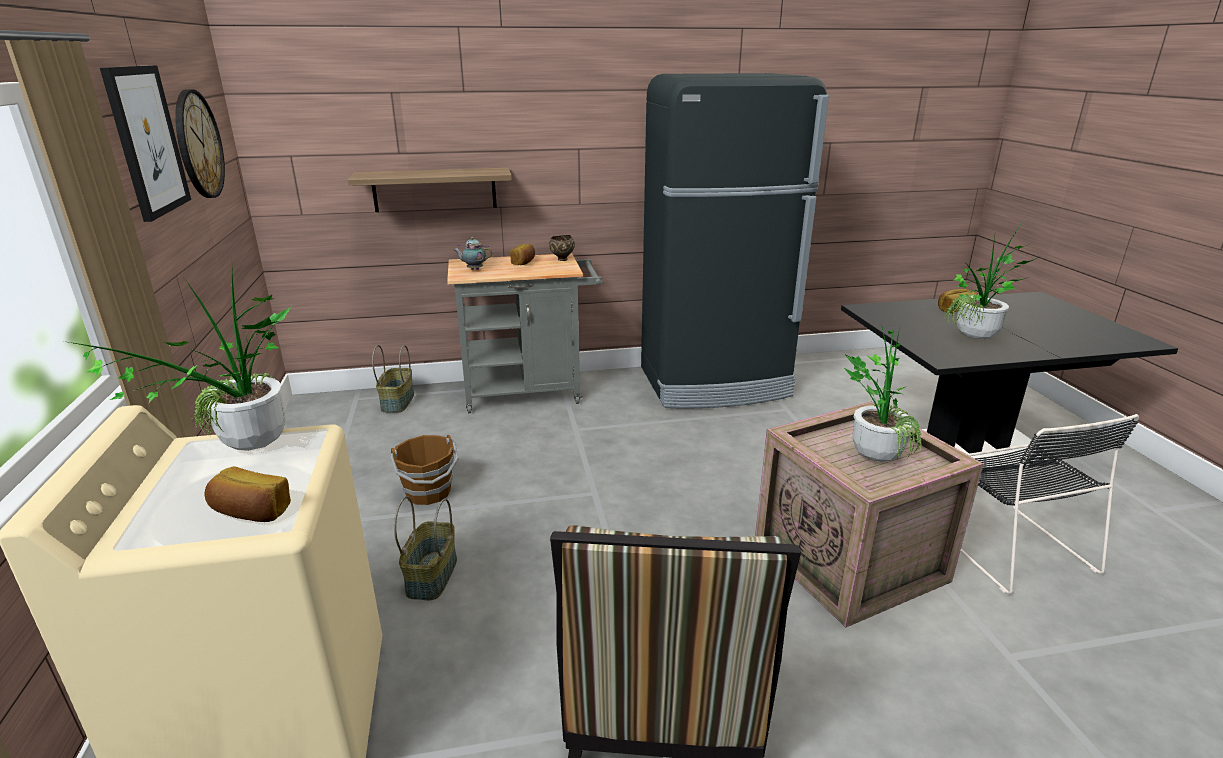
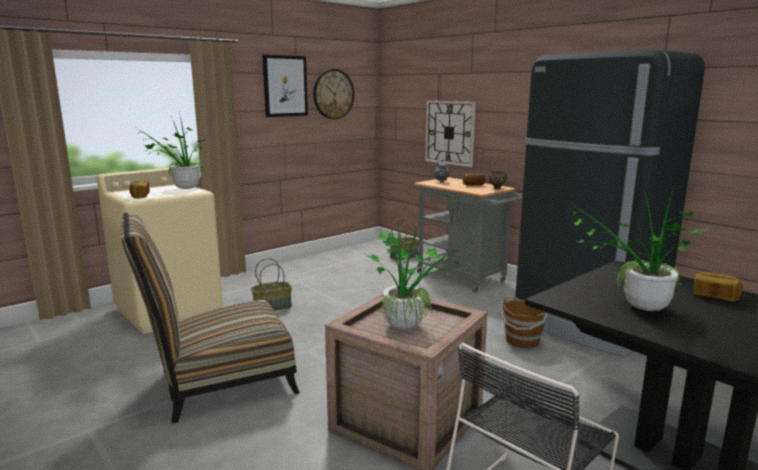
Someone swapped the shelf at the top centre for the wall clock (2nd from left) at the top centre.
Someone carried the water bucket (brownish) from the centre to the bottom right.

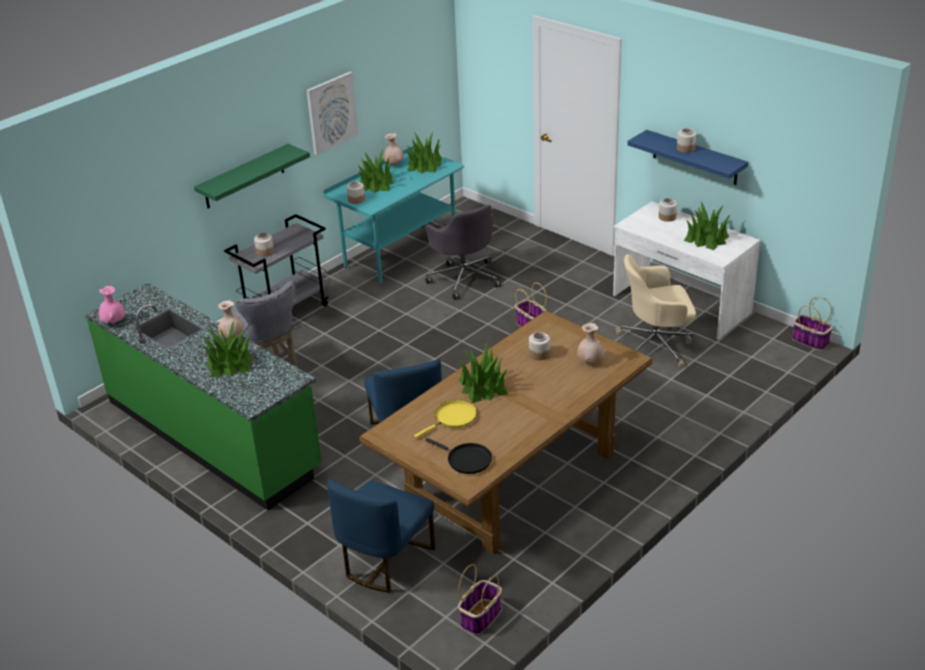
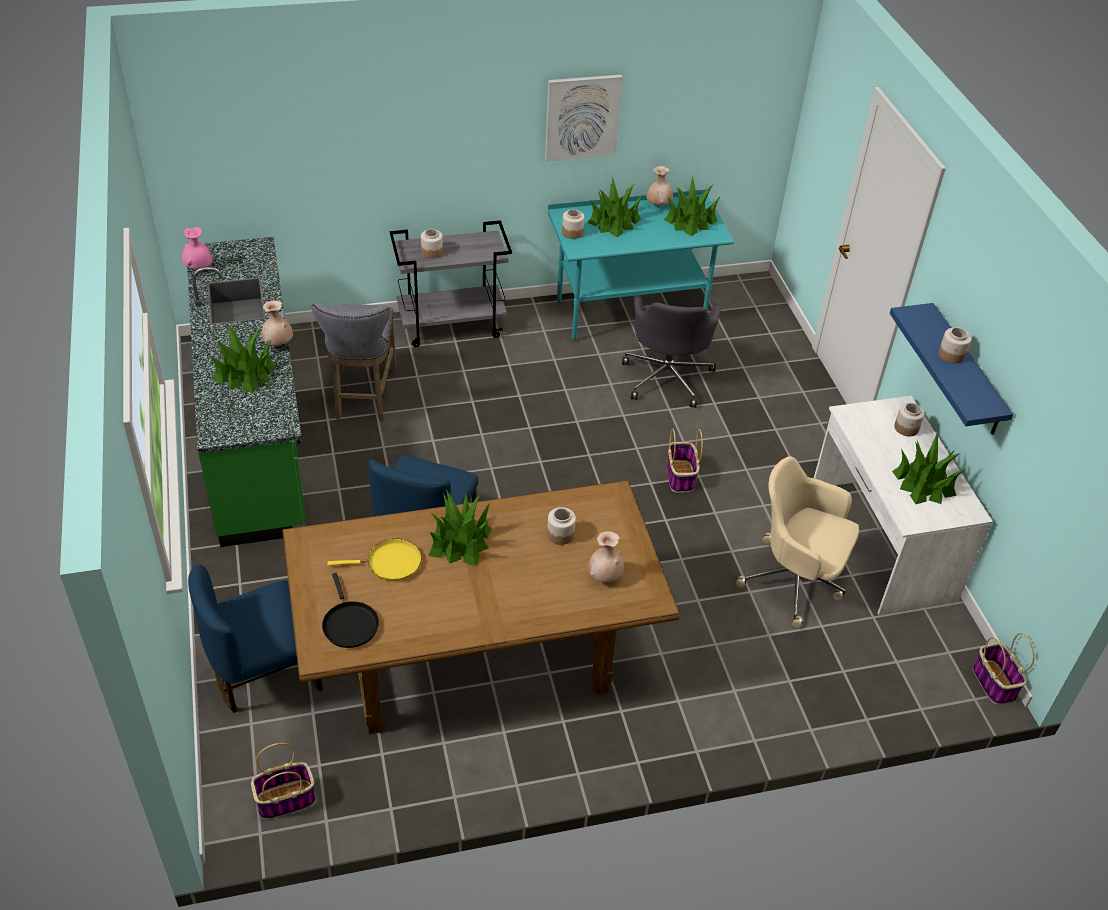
Someone took away the shelf (green) at the top left.

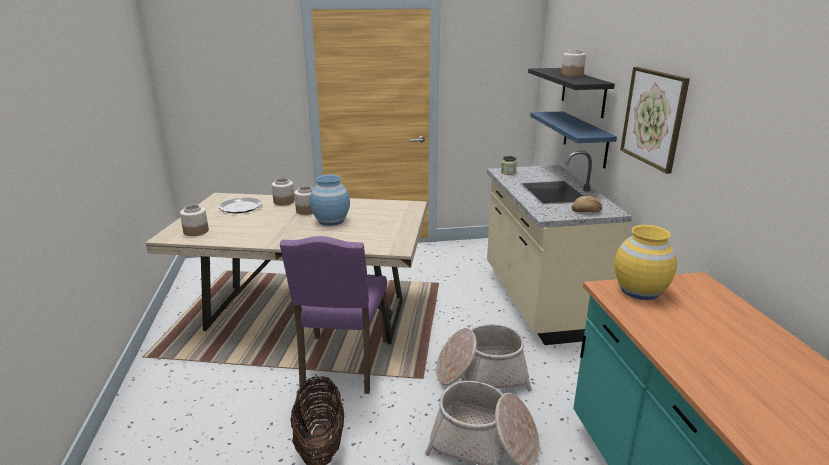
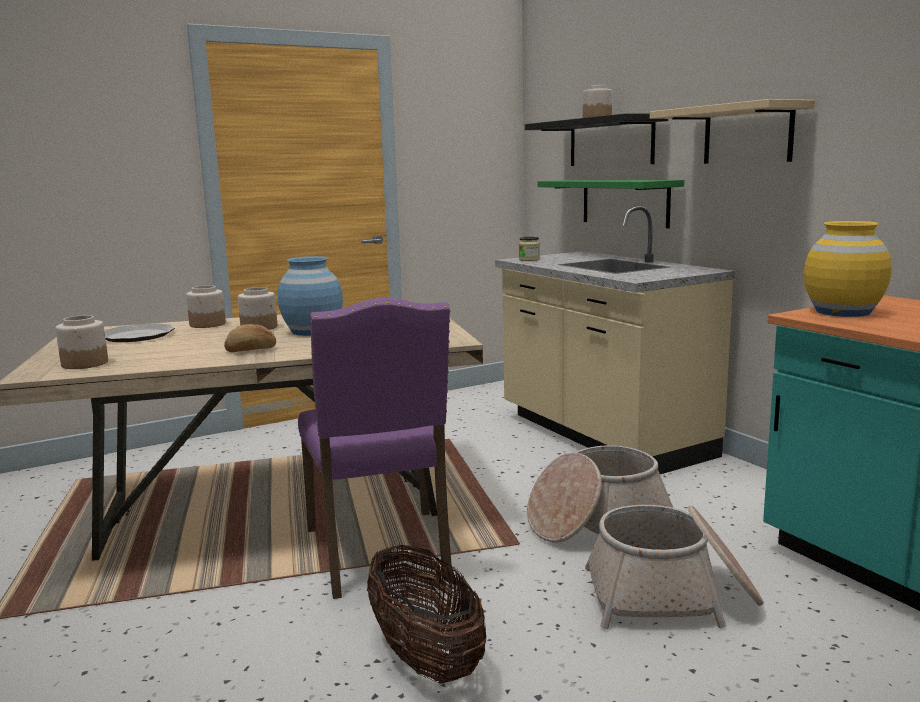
Someone swapped the wall picture at the top right for the shelf (beige) at the top right.
Someone repainted the shelf (bluish) at the top right, which became the shelf (green) at the top centre.
Someone carried the bread from the middle right to the middle left.

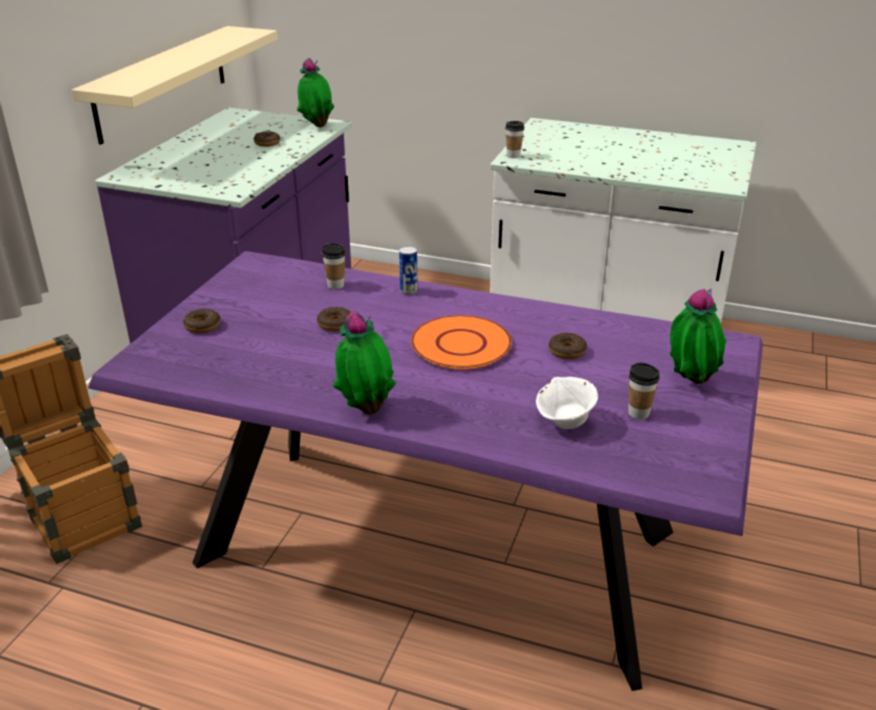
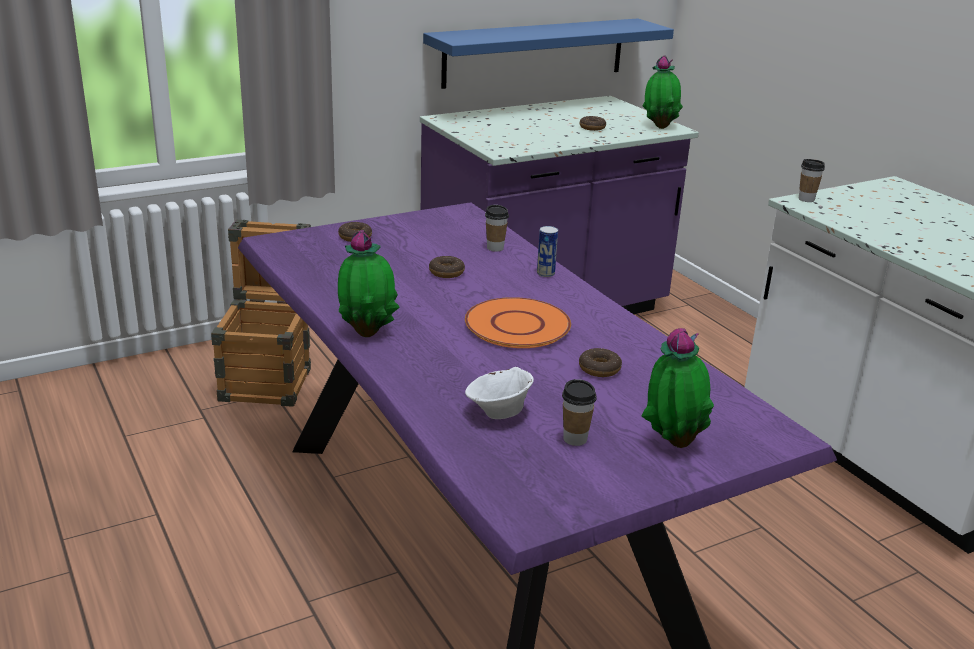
Someone repainted the shelf (beige) at the top left, which became the shelf (bluish) at the top centre.

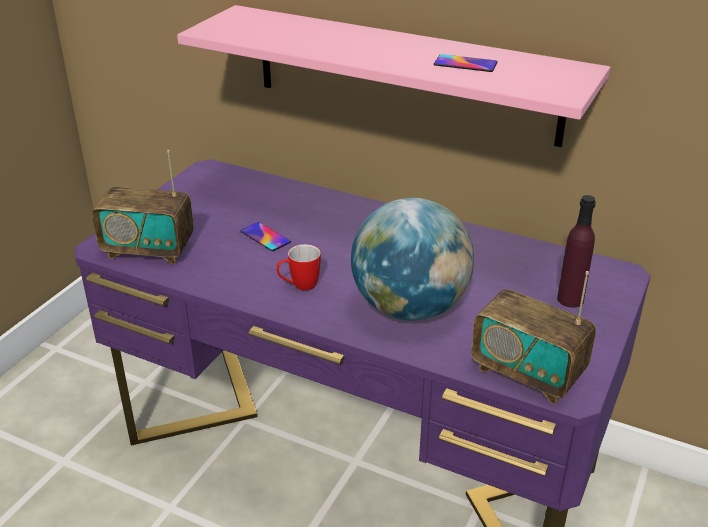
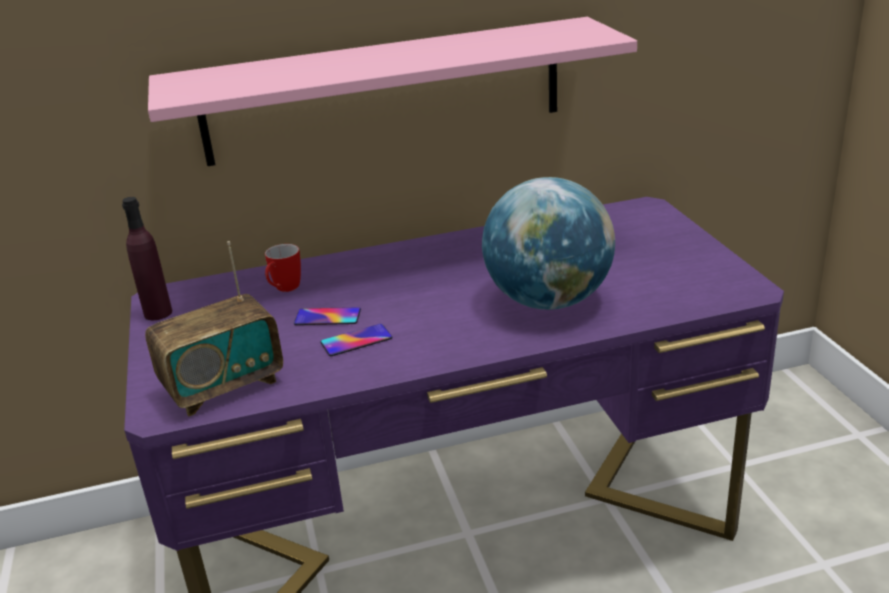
Someone carried the telephone (2nd from left) from the top centre to the centre.
Someone carried the bottle (purple) from the middle right to the middle left.
Someone carried the tea mug from the centre to the middle left.
Someone took away the radio receiver (2nd from left) at the middle right.

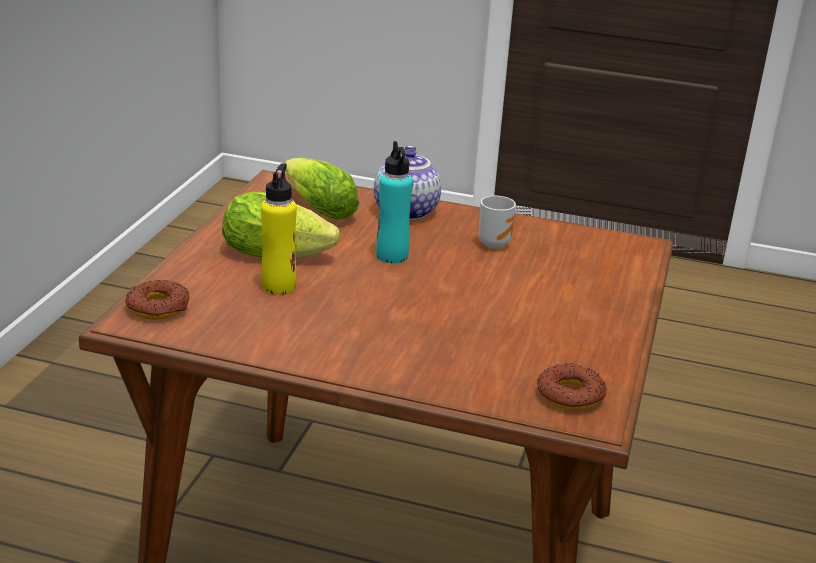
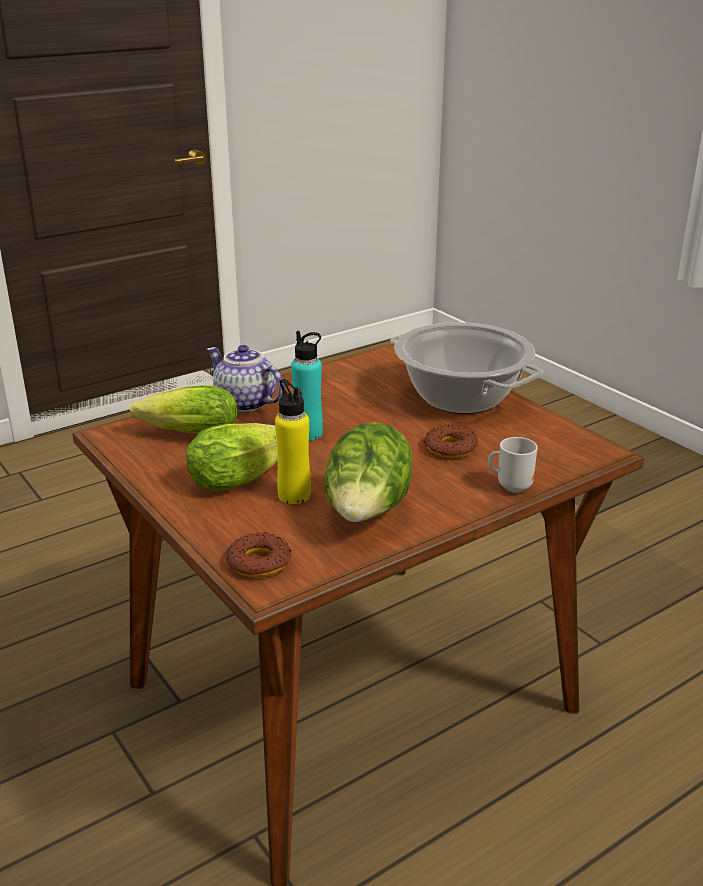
Someone carried the tea mug from the centre to the middle right.
Someone carried the doughnut (2nd from left) from the bottom right to the centre.
Someone put down the cooking pot at the centre.
Someone put down the lettuce head (3rd from left) at the centre.

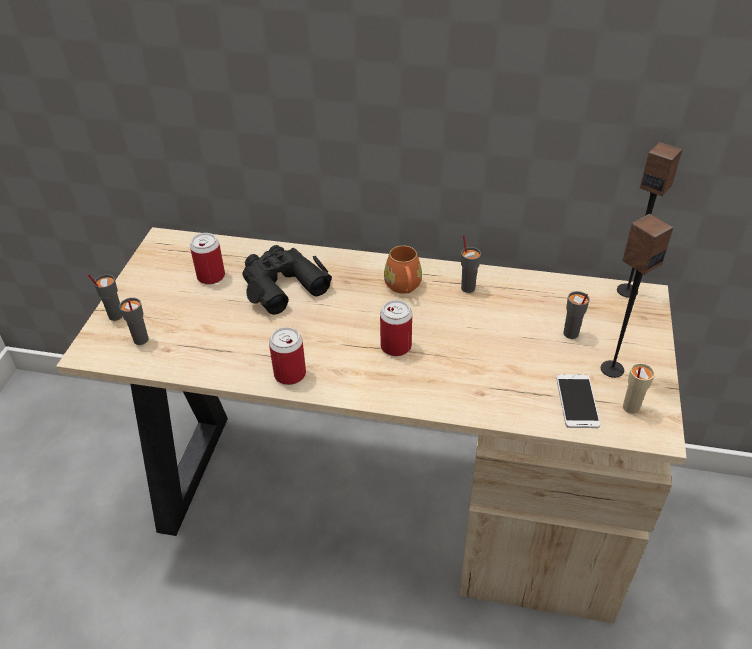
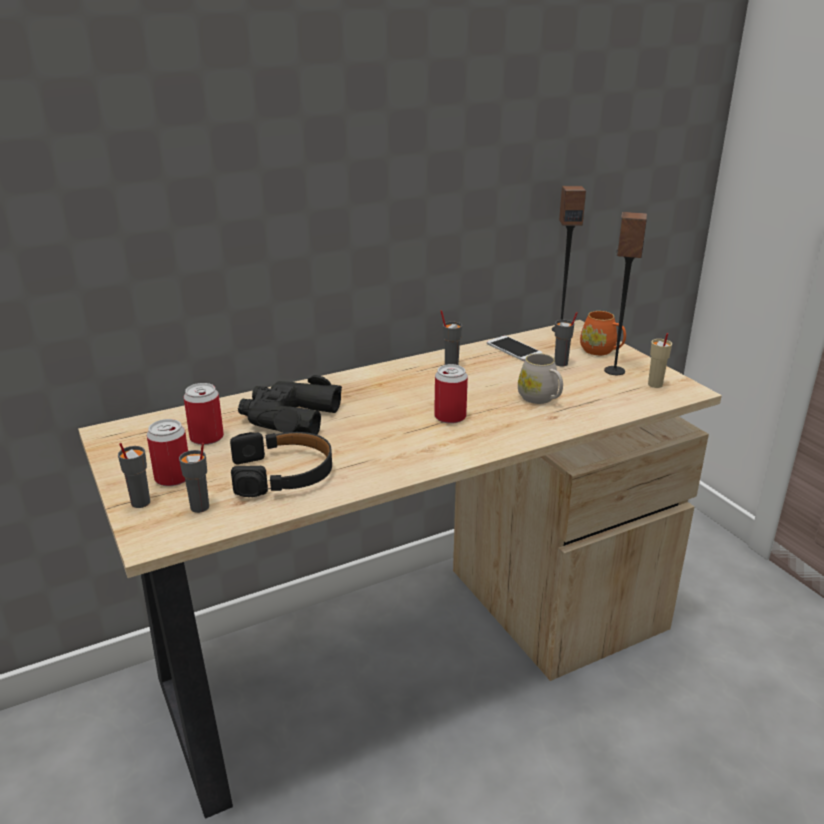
Someone carried the tea mug (orange) from the centre to the middle right.
Someone carried the can (2nd from left in the first image) from the centre to the middle left.
Someone carried the telephone from the middle right to the centre.
Someone put down the tea mug (white) at the centre.
Someone put down the headphones (blackish) at the centre.

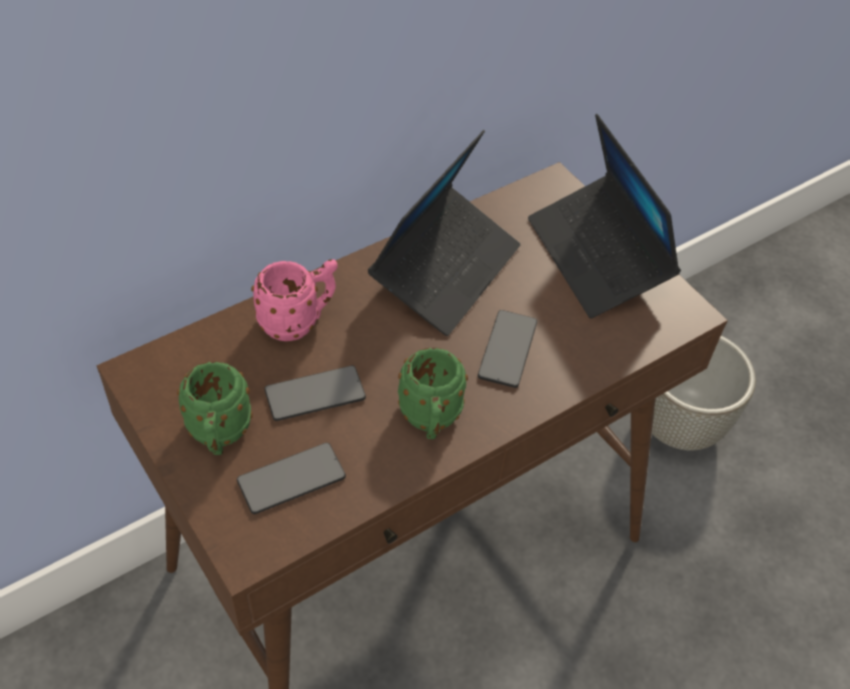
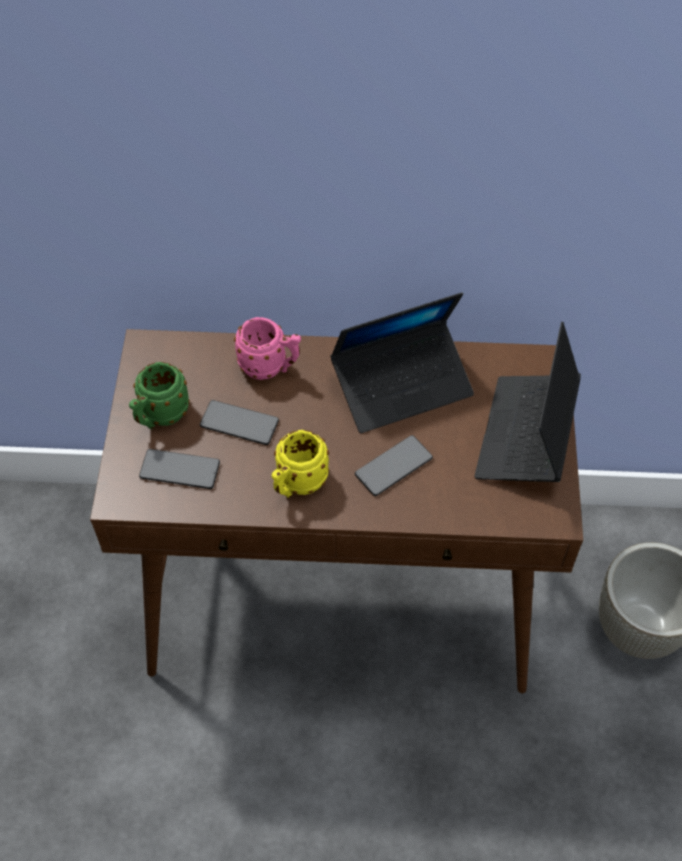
Someone repainted the tea mug (green) (2nd from left) at the centre, which became the tea mug (yellow) at the centre.

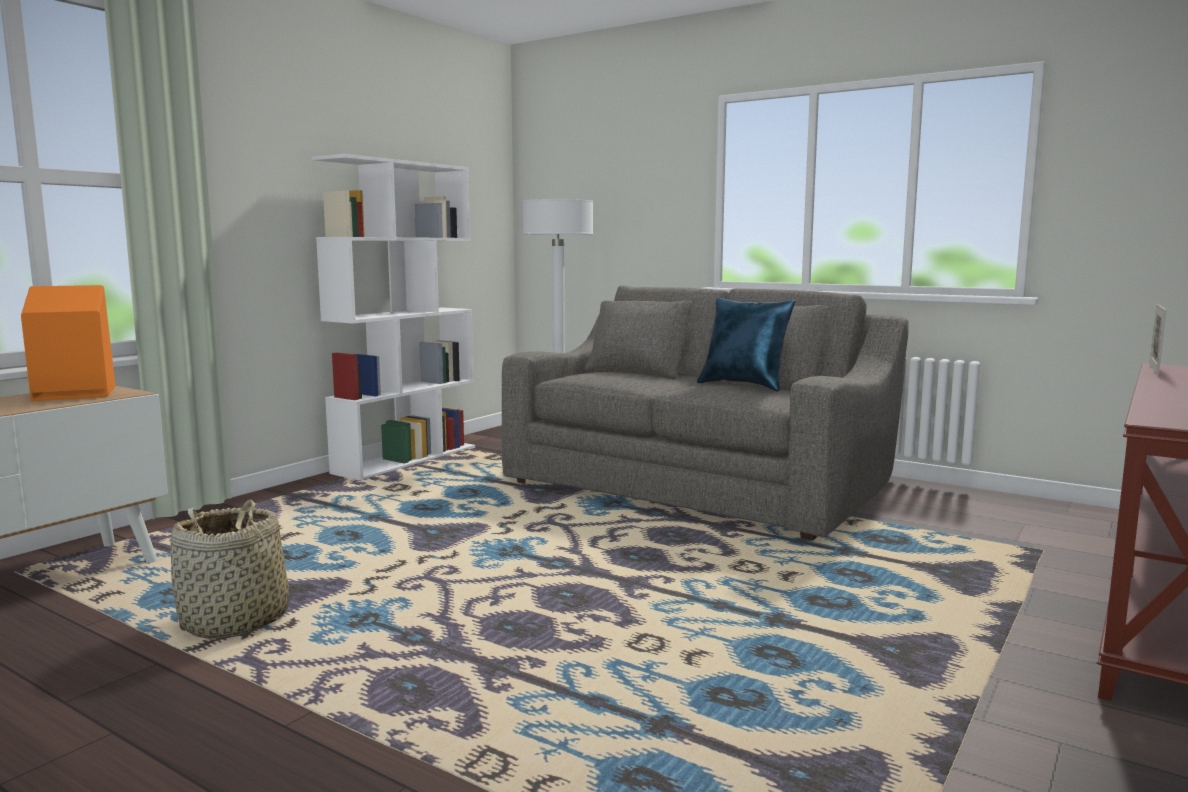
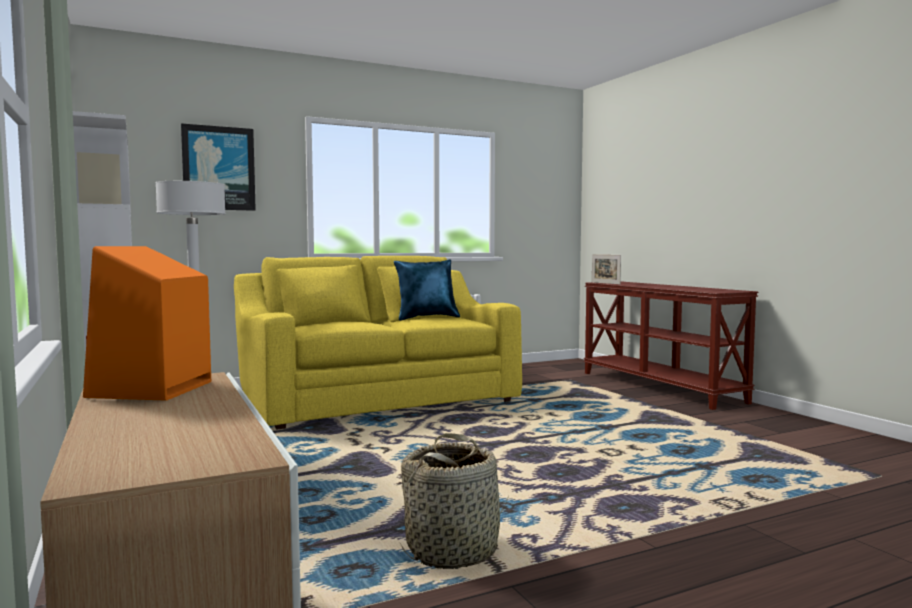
Someone repainted the couch (greyish) at the centre, which became the couch (yellow) at the centre.
Someone put up the wall picture at the top left.

